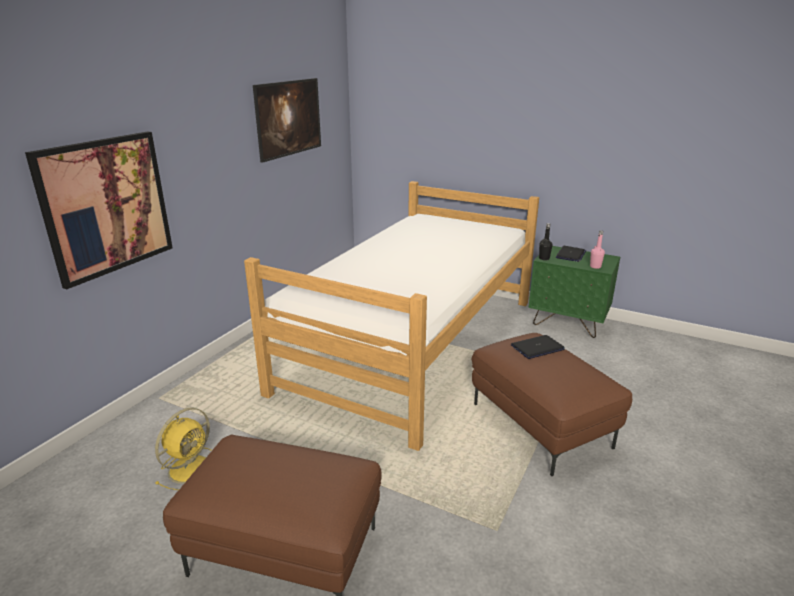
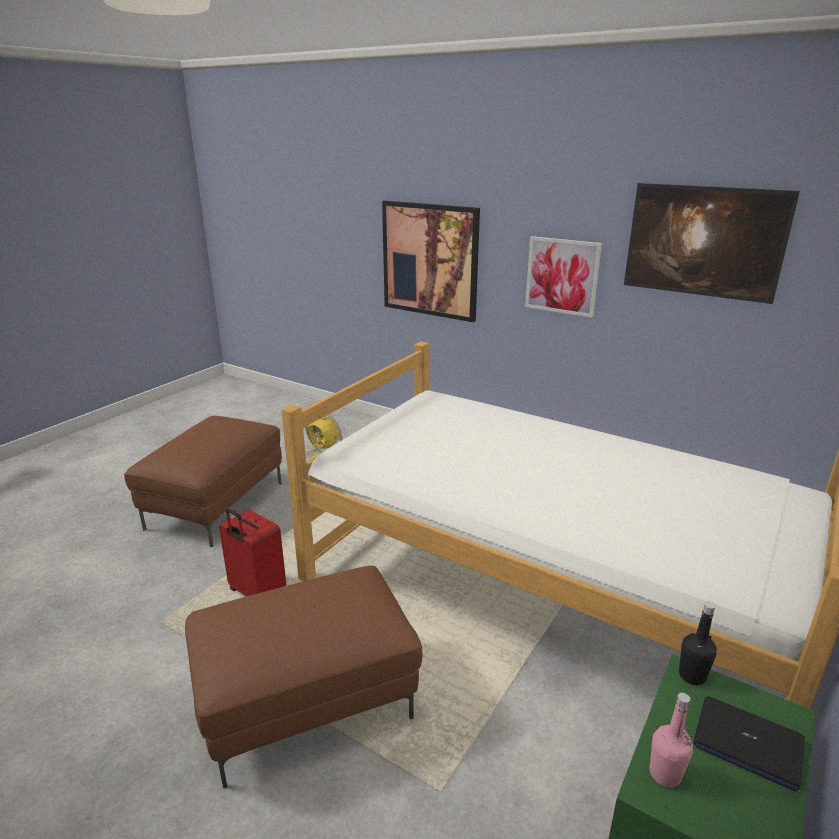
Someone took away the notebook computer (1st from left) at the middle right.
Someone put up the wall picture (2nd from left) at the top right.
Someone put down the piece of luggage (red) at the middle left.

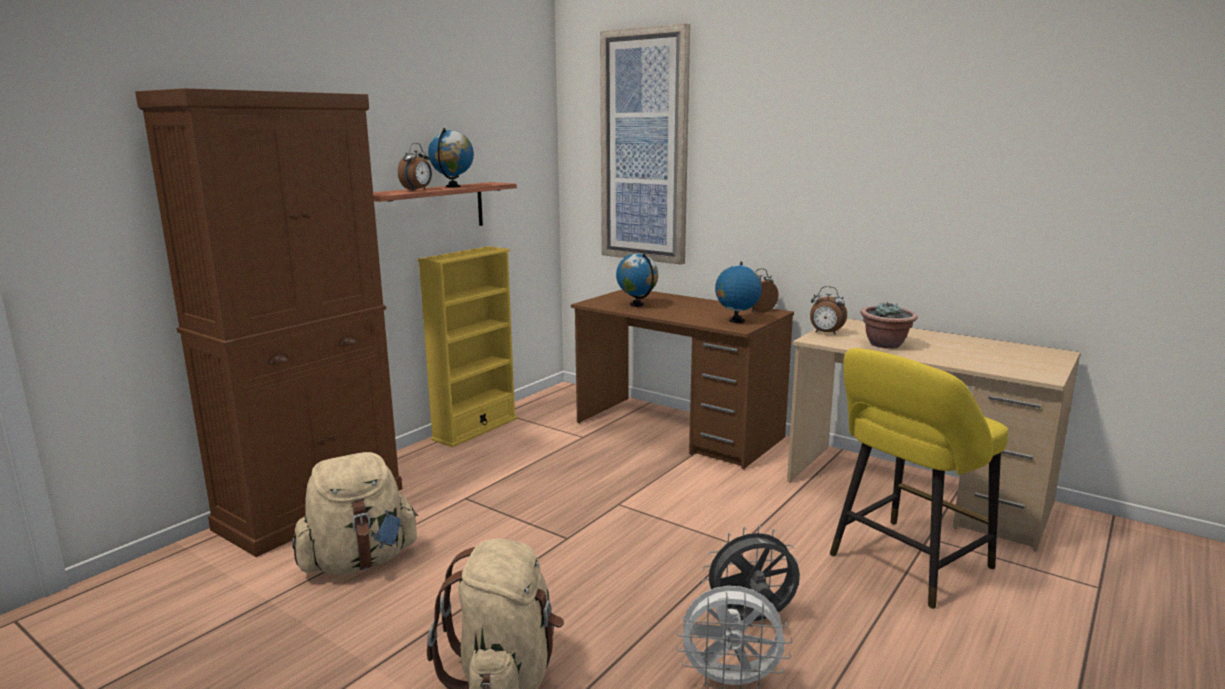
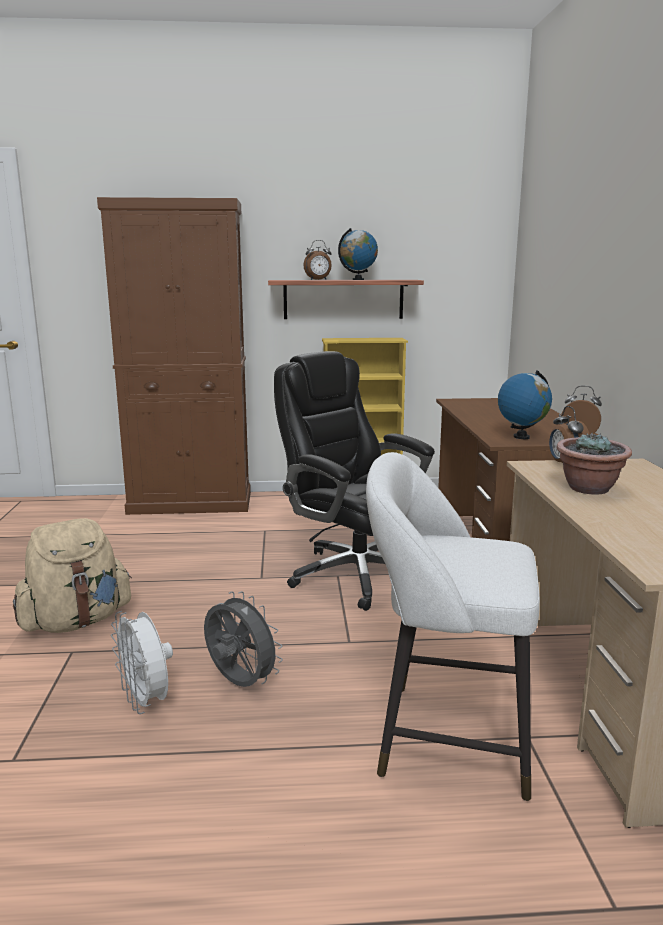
Someone took away the wall picture at the top centre.
Someone took away the desk globe (2nd from left) at the centre.
Someone repainted the stool seat (yellow) at the bottom right, which became the stool seat (white) at the bottom right.
Someone took away the rucksack (beige) (1st from left) at the bottom left.
Someone put down the desk chair (blackish) at the centre.

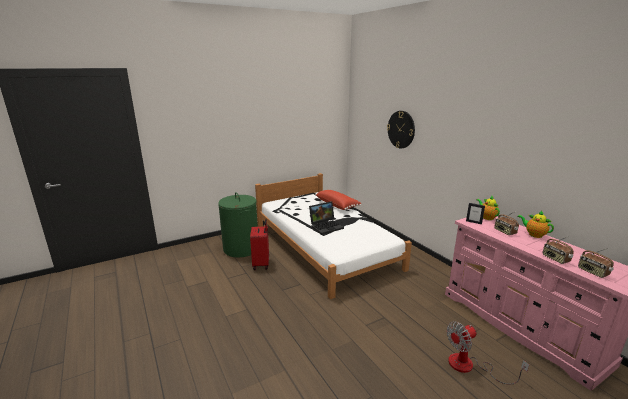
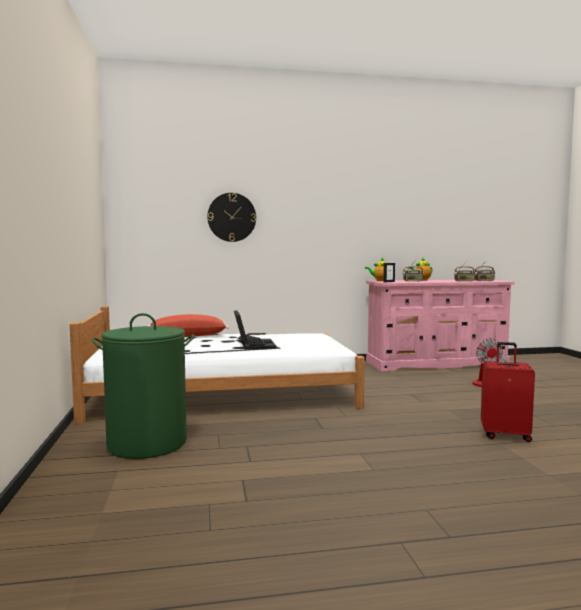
Someone carried the piece of luggage (red) from the centre to the middle right.

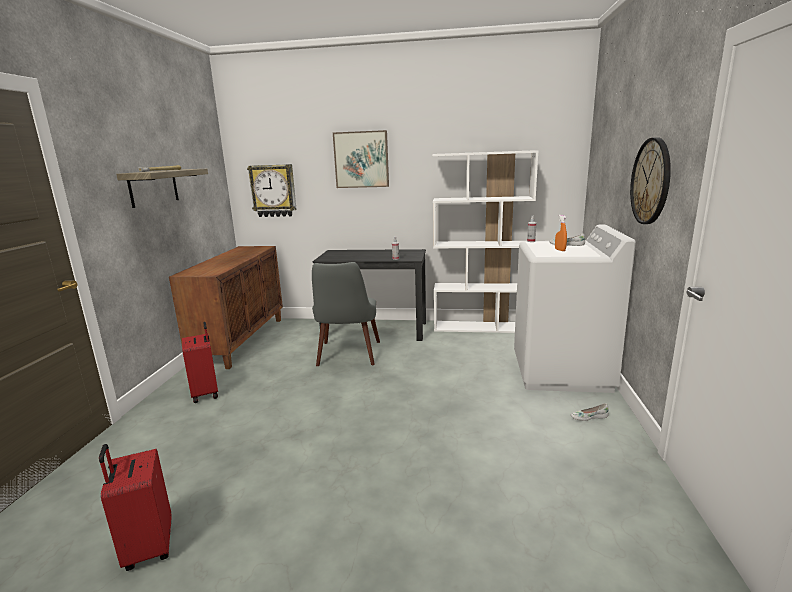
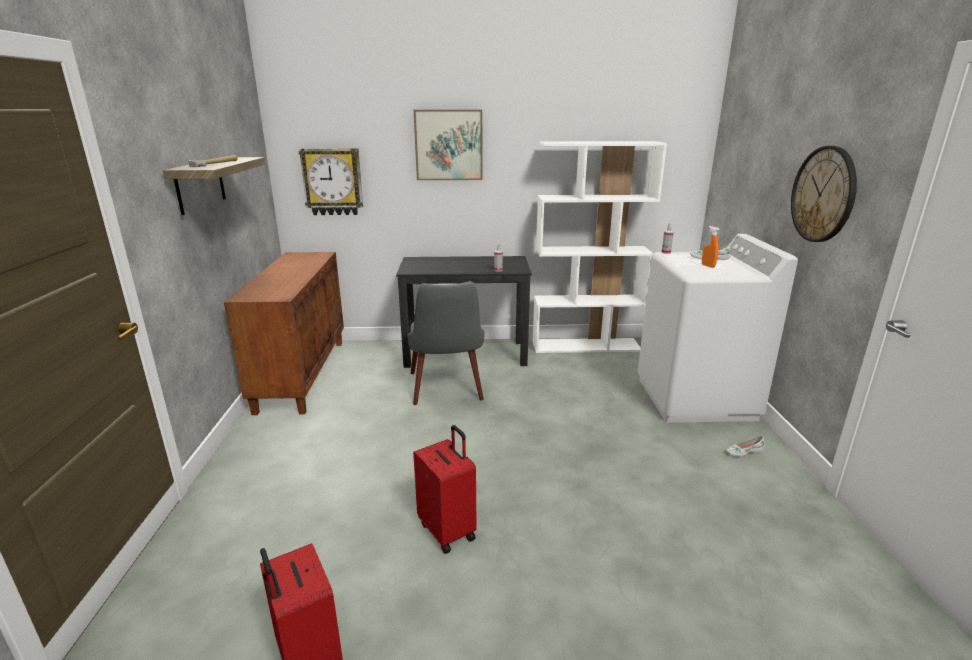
Someone carried the piece of luggage (red) (2nd from left) from the middle left to the bottom centre.

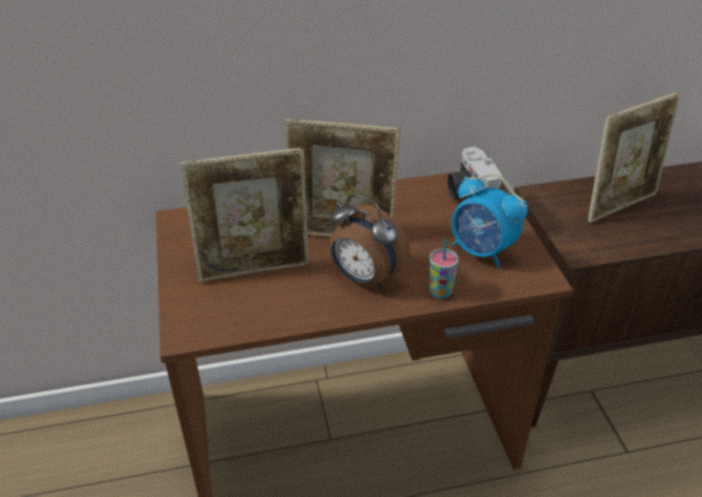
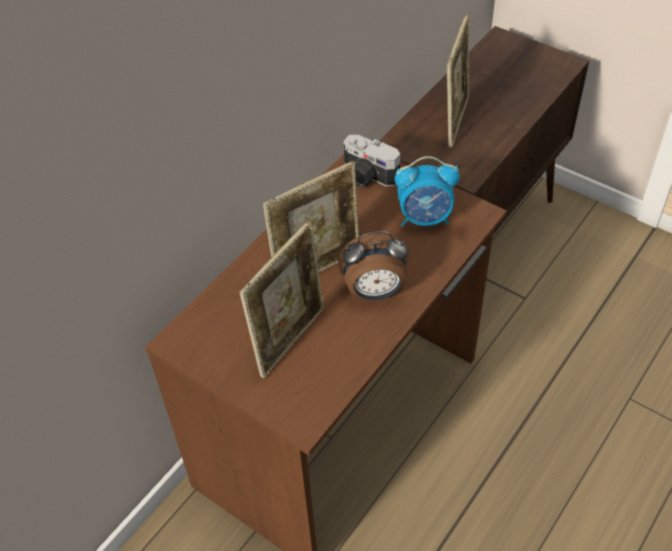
Someone took away the drinking cup at the centre.

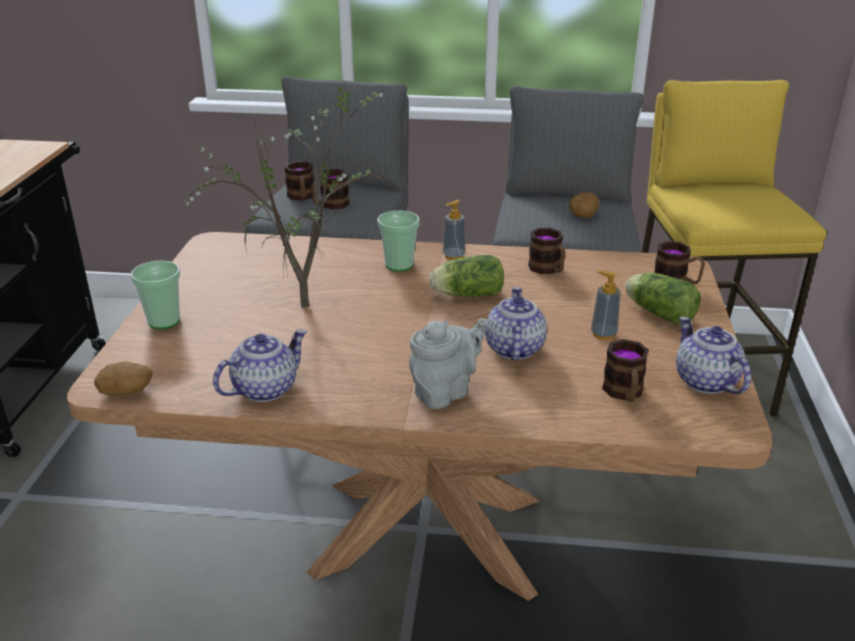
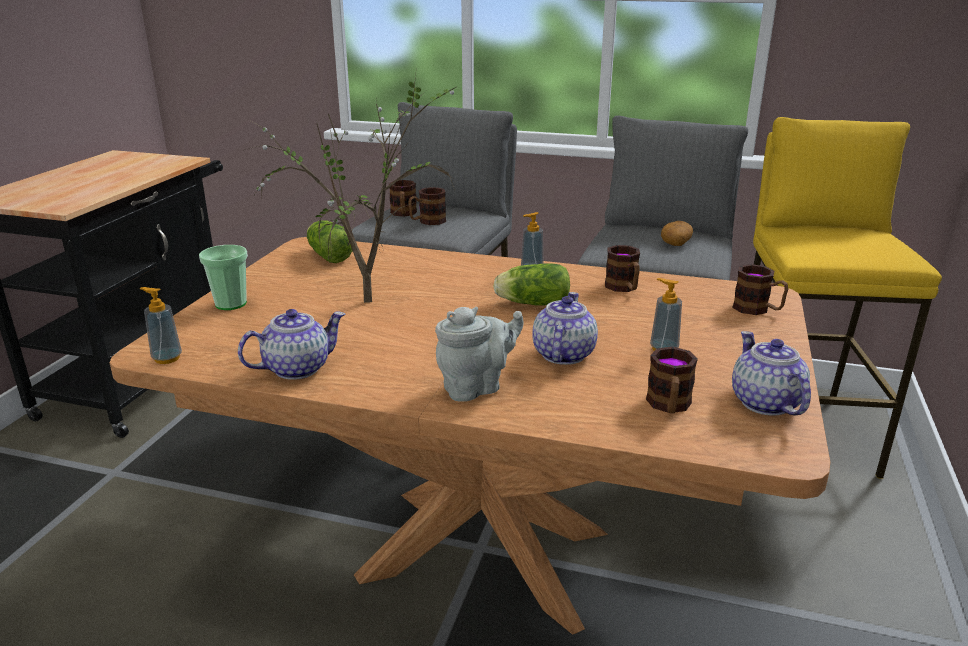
Someone took away the drinking cup (2nd from left) at the centre.
Someone carried the lettuce head (2nd from left in the first image) from the middle right to the centre.
Someone swapped the spud (1st from left) at the middle left for the soap dispenser (1st from left) at the middle left.

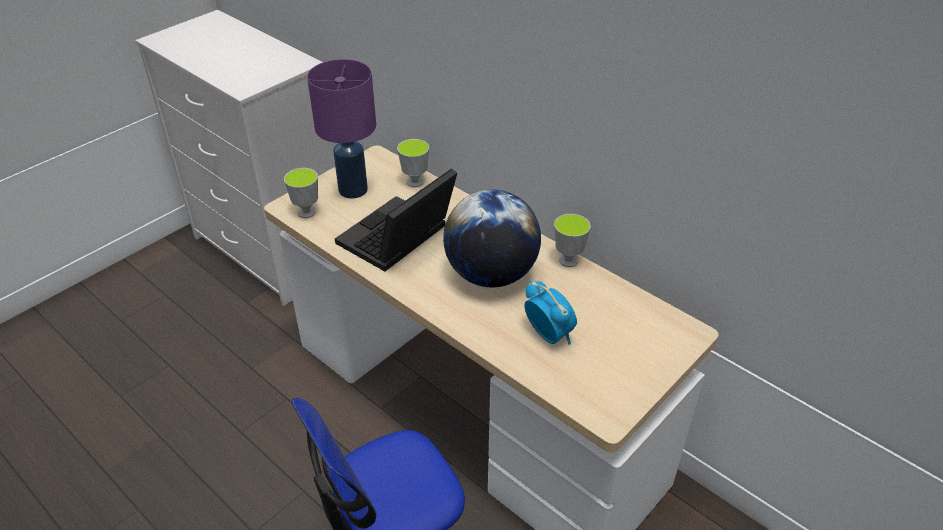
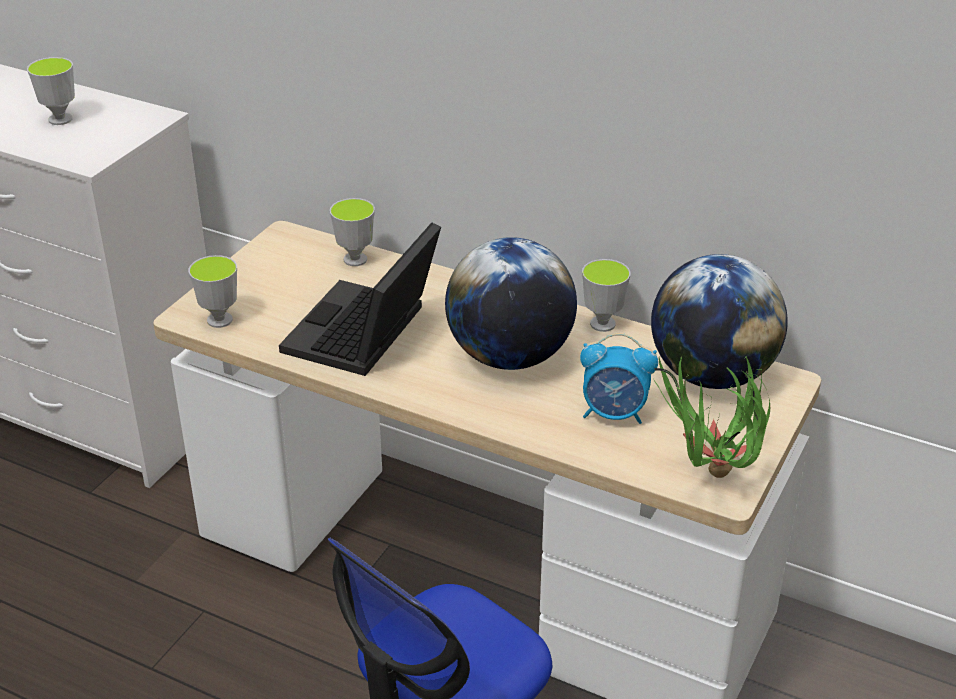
Someone took away the lamp for a table (purple) at the top centre.
Someone rotated the bedside clock at the centre by 150 degrees clockwise.
Someone put down the drinking cup (1st from left) at the top left.
Someone put down the desk globe (2nd from left) at the middle right.
Someone put down the houseplant at the middle right.

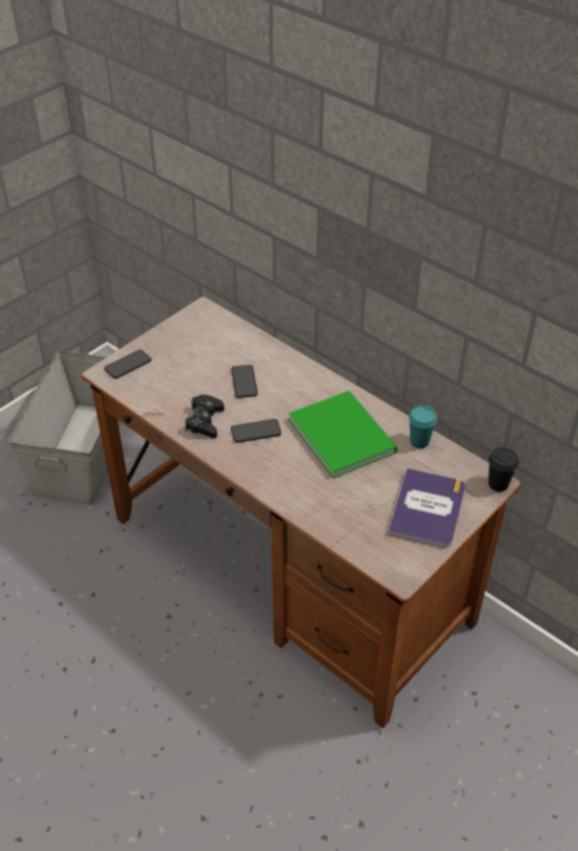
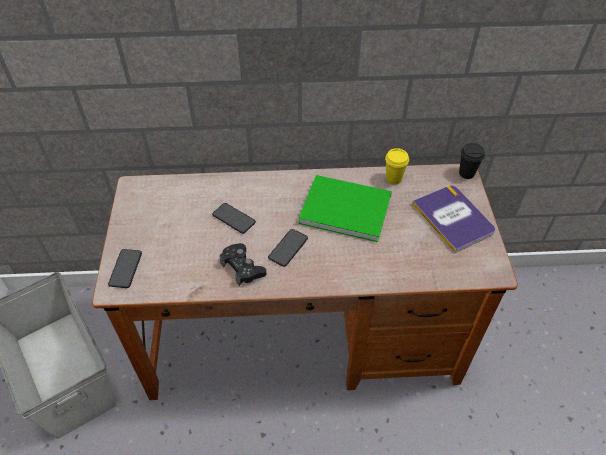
Someone repainted the drinking cup (turquoise-coloured) at the middle right, which became the drinking cup (yellow) at the centre.

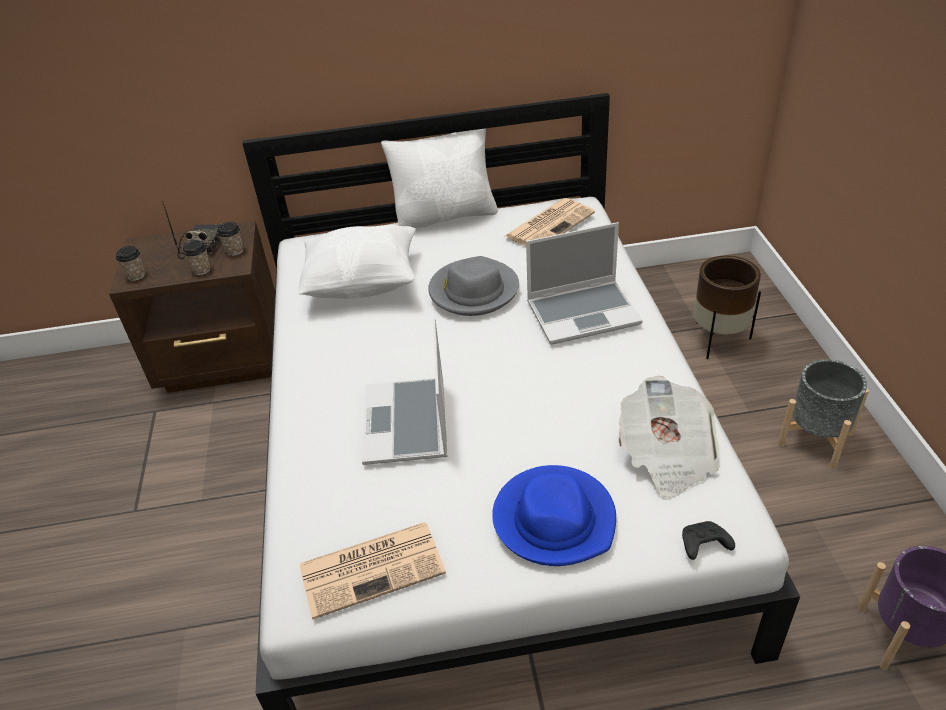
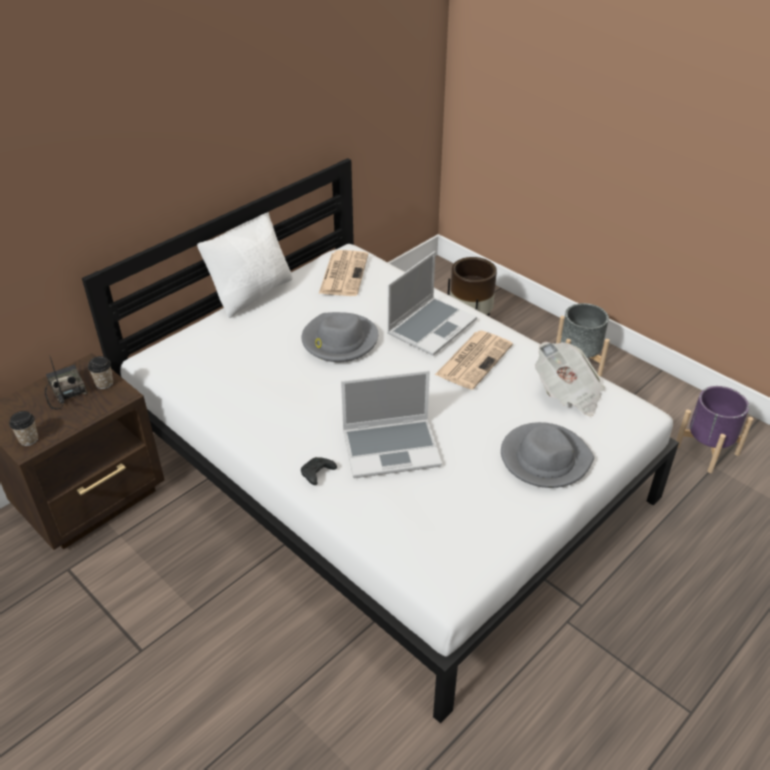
Someone took away the pillow (white) (1st from left) at the centre.
Someone took away the drinking cup (2nd from left) at the middle left.
Someone rotated the notebook computer (1st from left) at the centre by 60 degrees counterclockwise.
Someone repainted the hat (bluish) at the bottom centre, which became the hat (greyish) (2nd from left) at the middle right.
Someone carried the game controller (blackish) from the bottom right to the centre.
Someone carried the daily paper (1st from left in the first image) from the bottom centre to the centre.

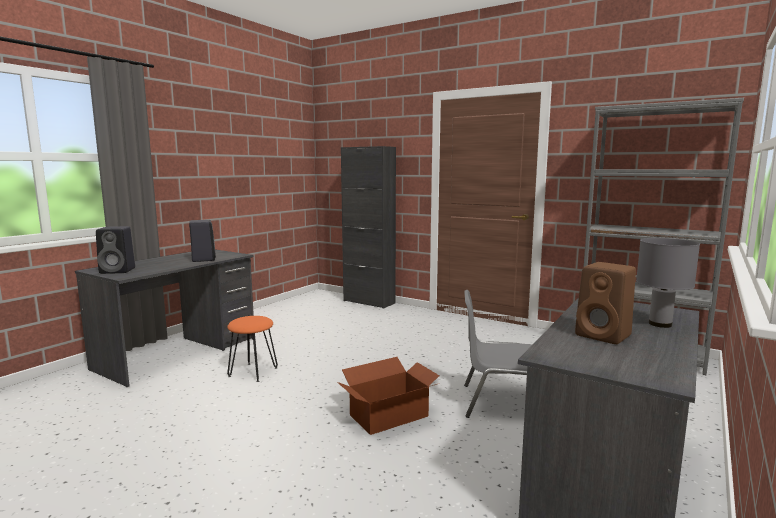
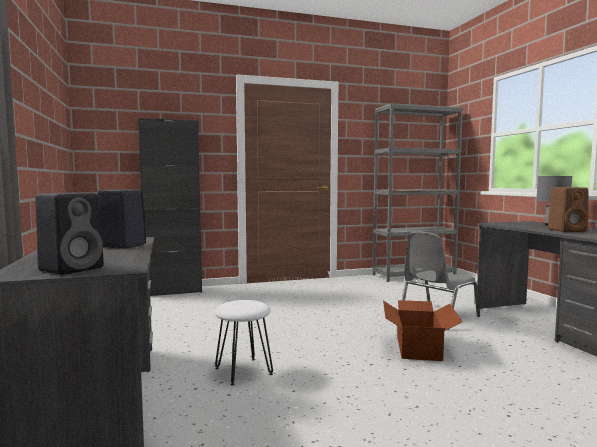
Someone repainted the stool seat (orange) at the bottom left, which became the stool seat (white) at the bottom centre.

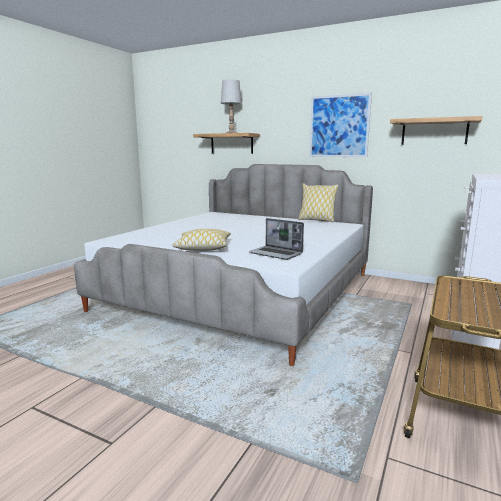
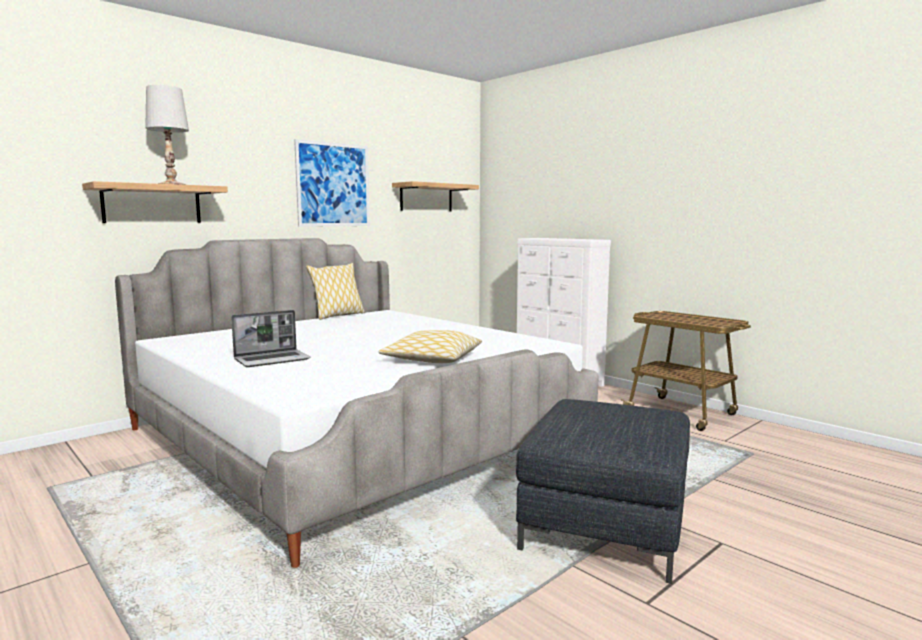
Someone carried the notebook computer from the centre to the middle left.
Someone put down the ottoman (greyish) at the bottom centre.

